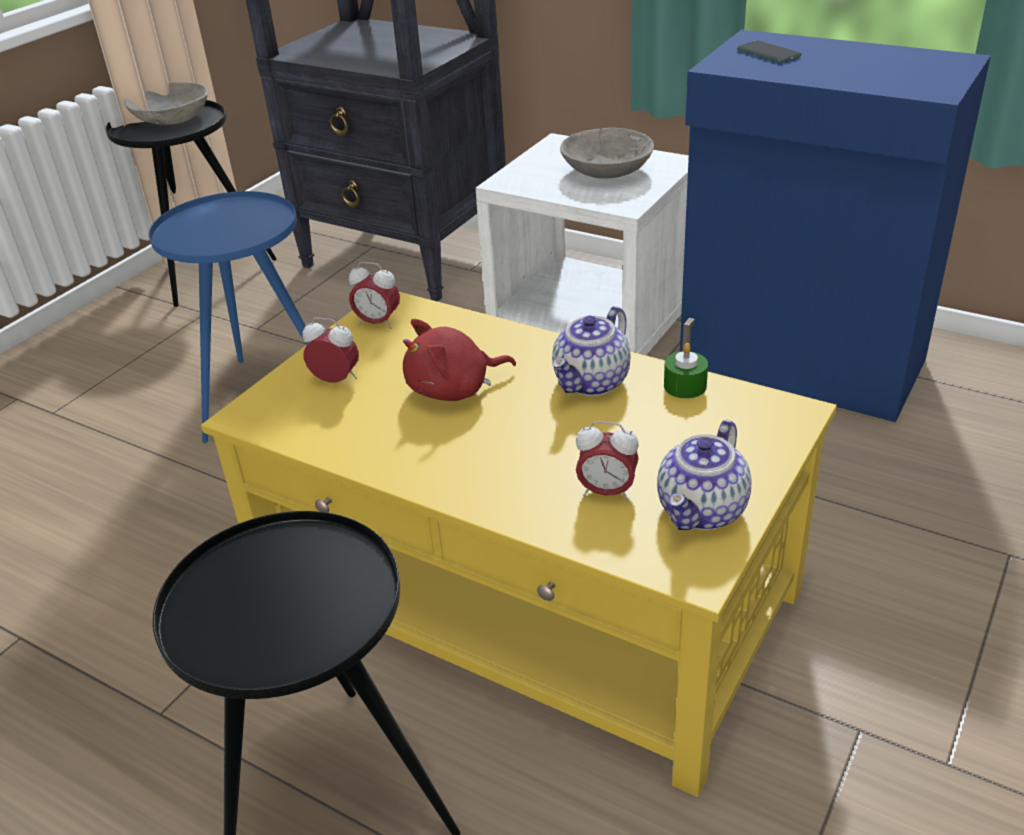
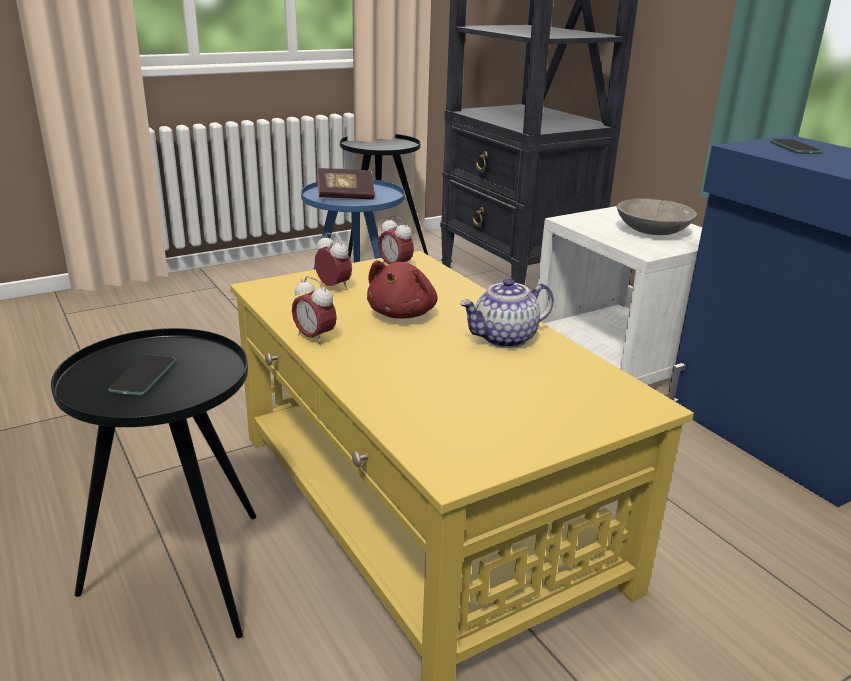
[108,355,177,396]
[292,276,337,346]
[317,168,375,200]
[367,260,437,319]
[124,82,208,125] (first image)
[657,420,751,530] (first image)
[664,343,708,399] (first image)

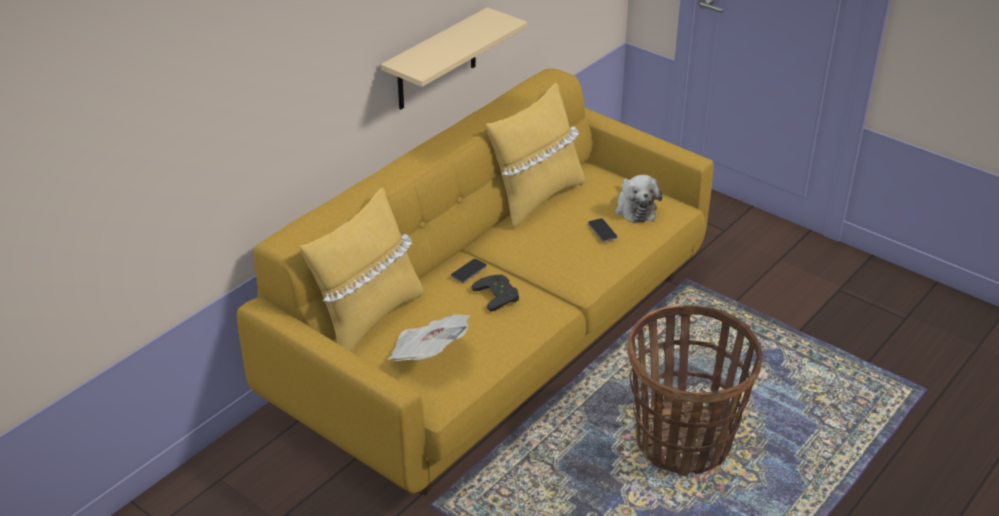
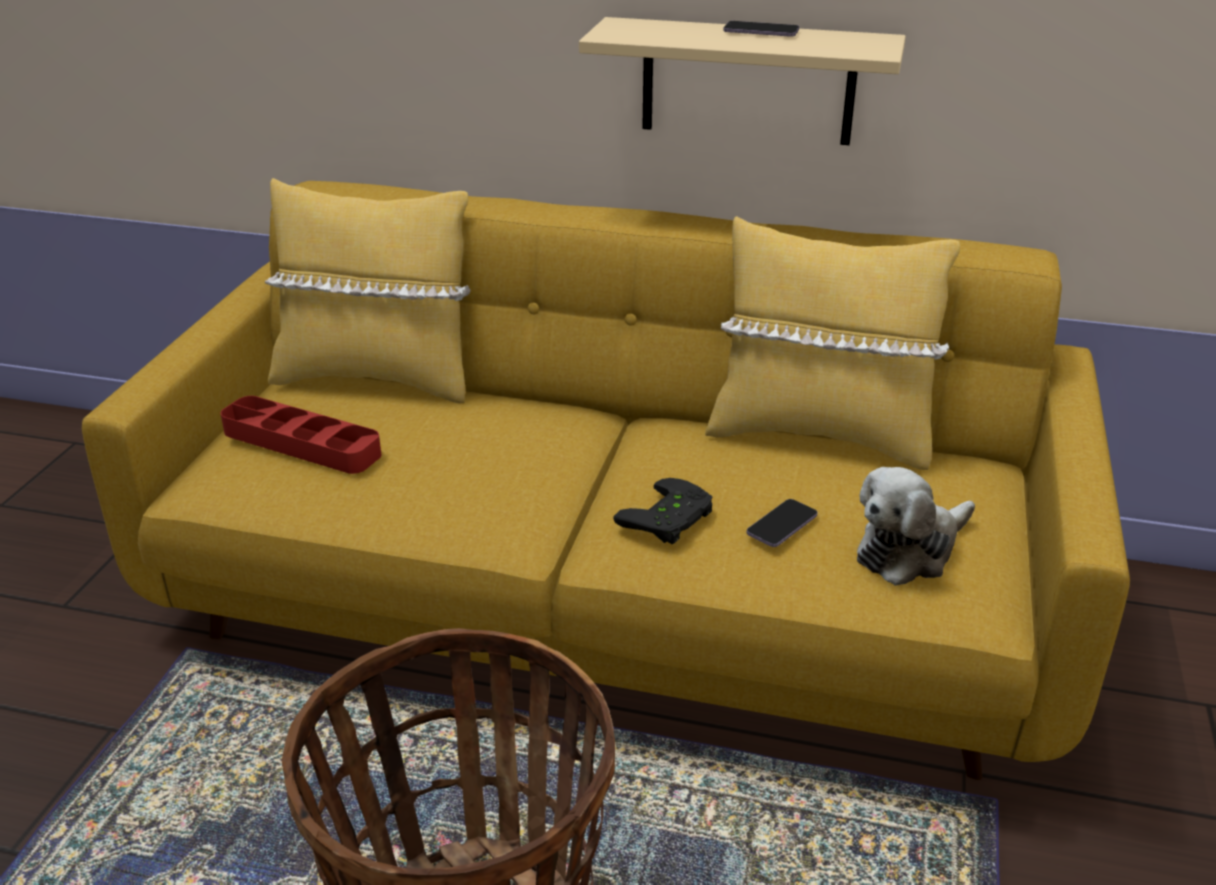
[220,396,381,474]
[613,478,712,544]
[723,21,799,36]

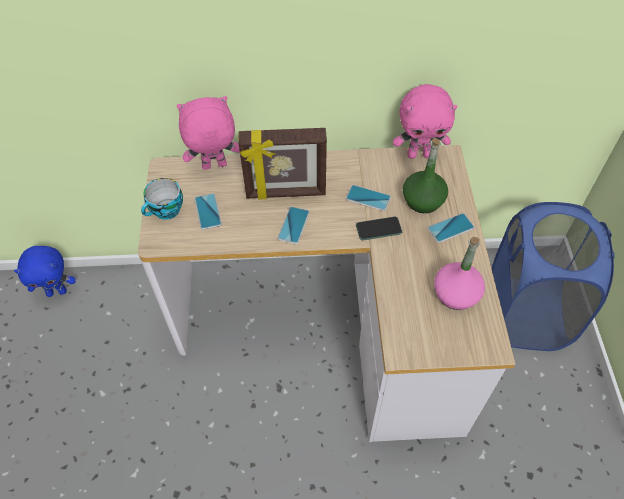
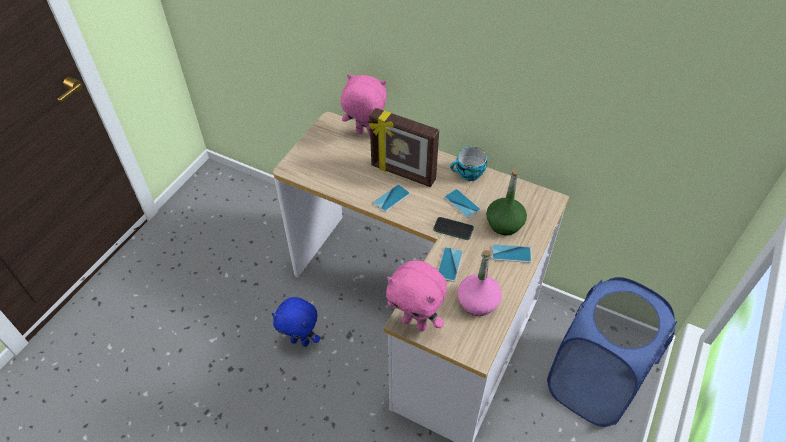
[272,297,320,347]
[386,260,447,331]
[438,247,463,282]
[450,147,487,181]

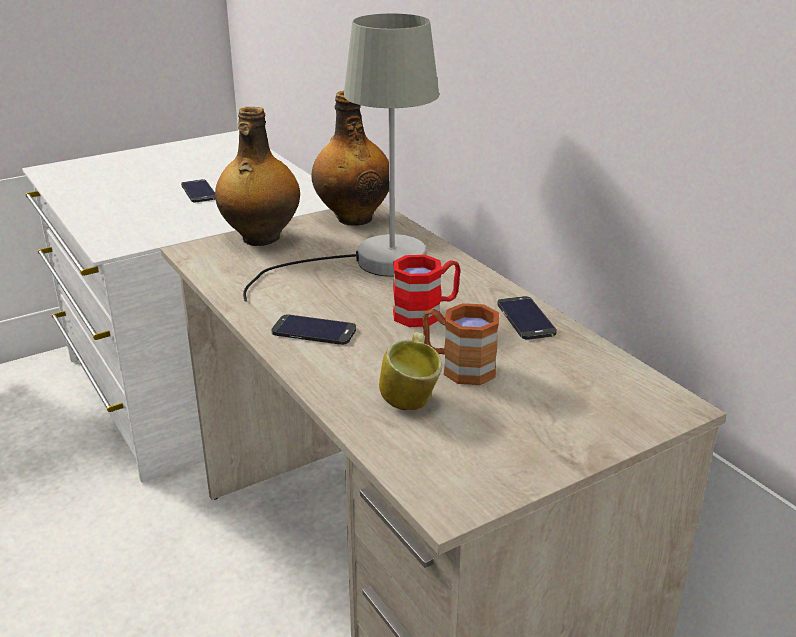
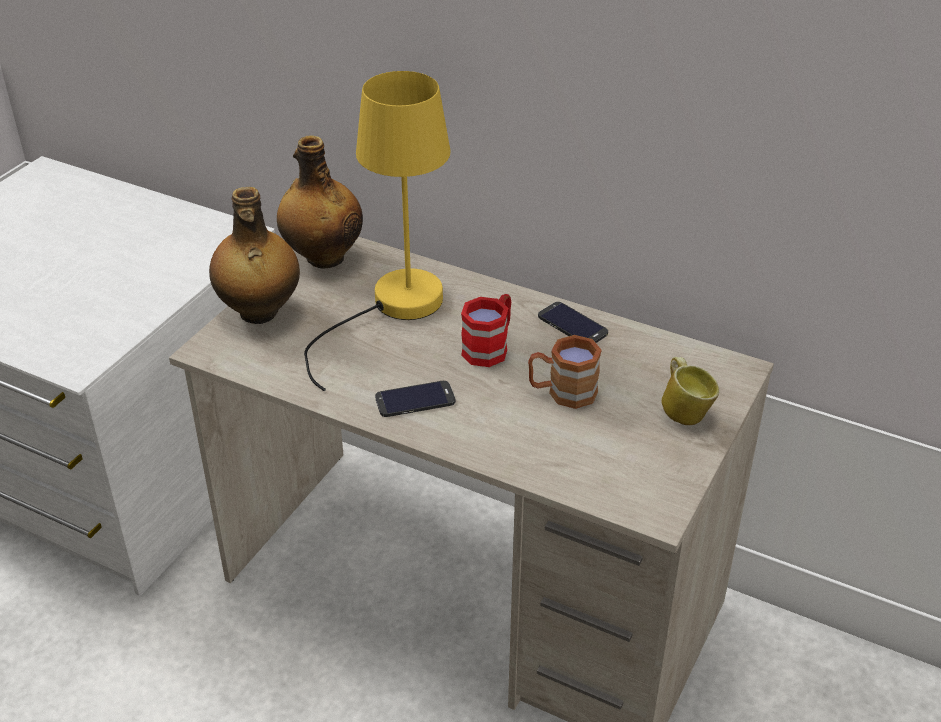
[304,71,451,391]
[661,357,719,425]
[181,179,215,202] (first image)

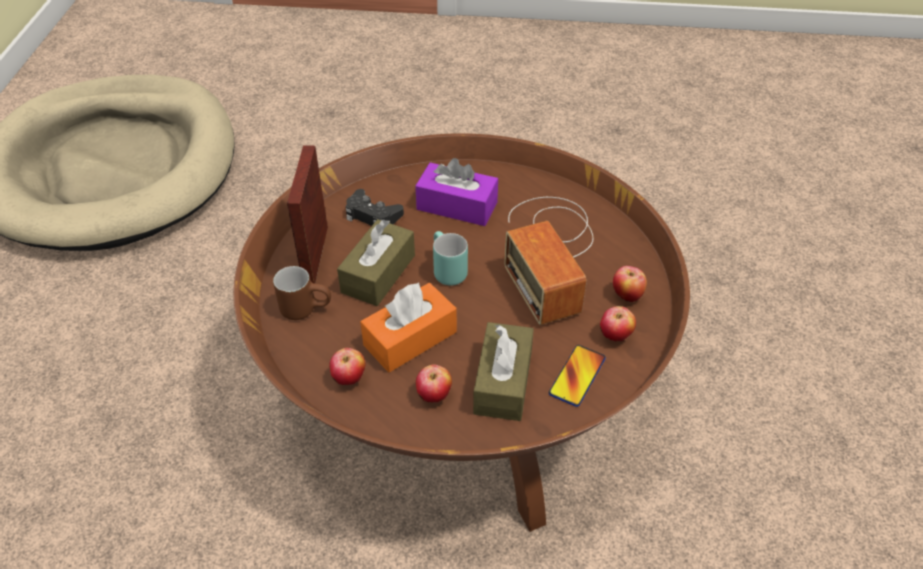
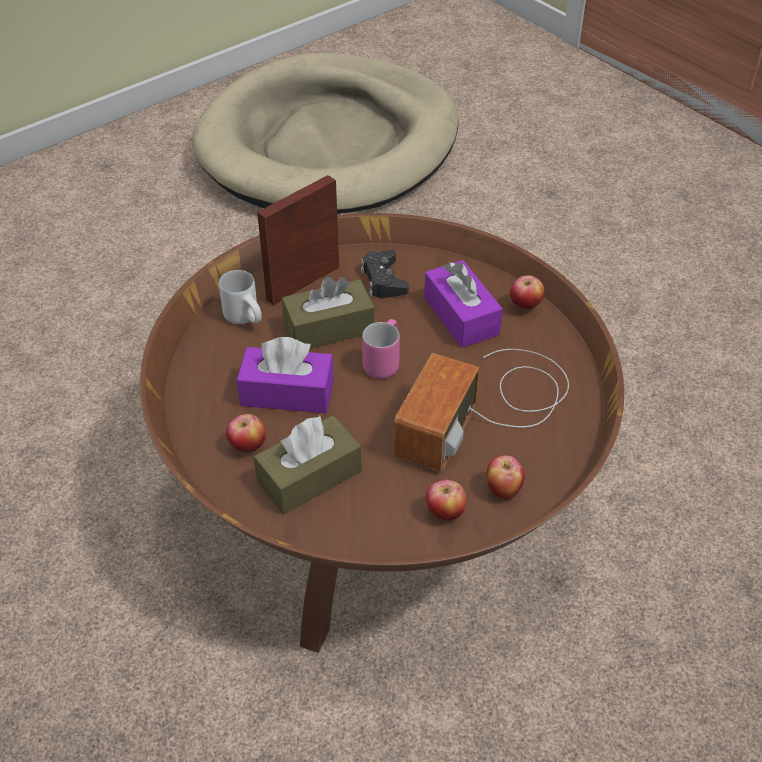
[219,270,262,324]
[237,337,334,413]
[362,319,400,379]
[510,275,545,310]
[549,345,606,407] (first image)

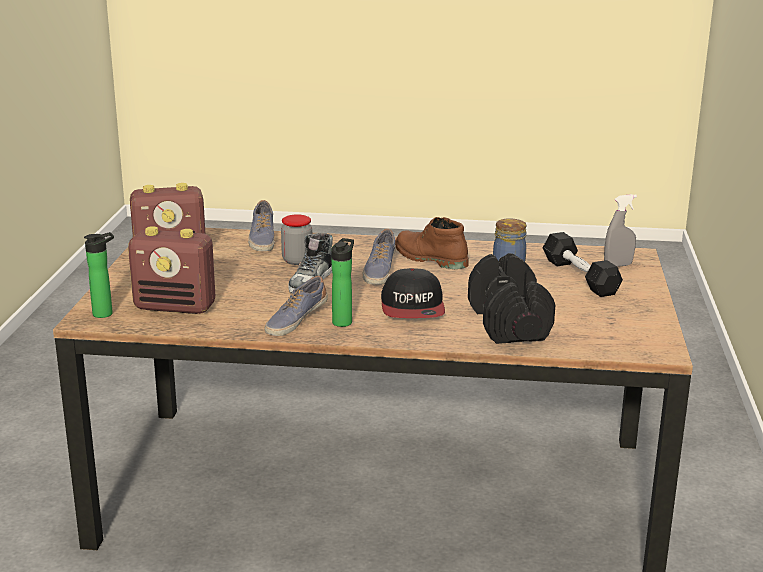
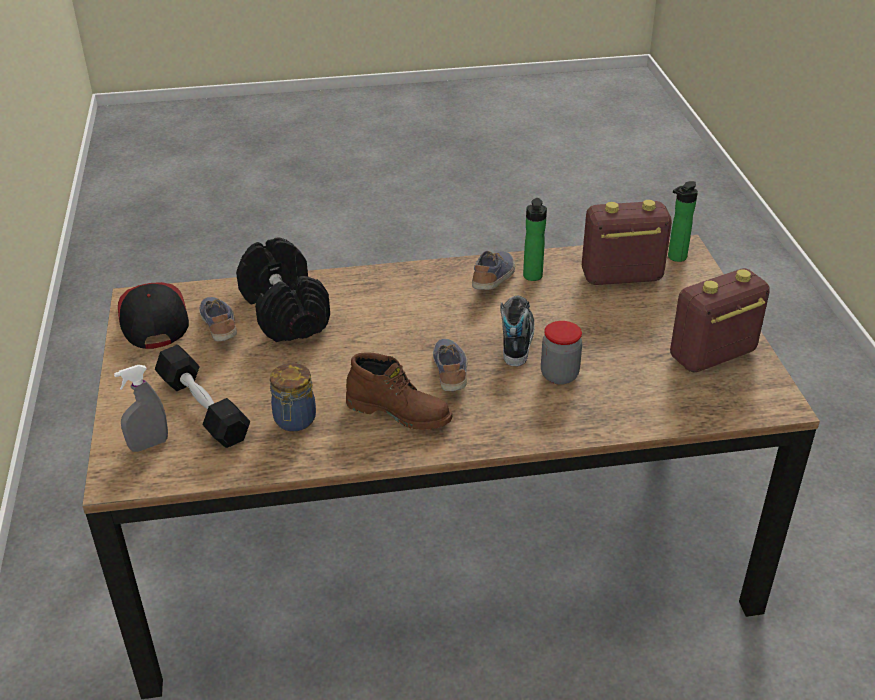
[118,282,189,349]
[199,297,237,341]
[523,198,547,281]

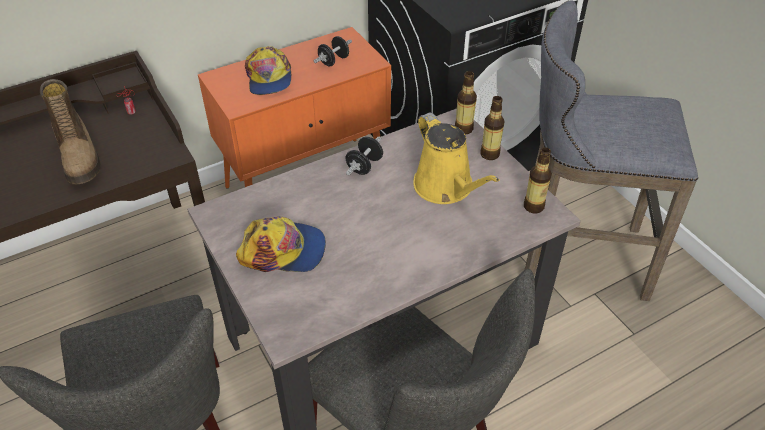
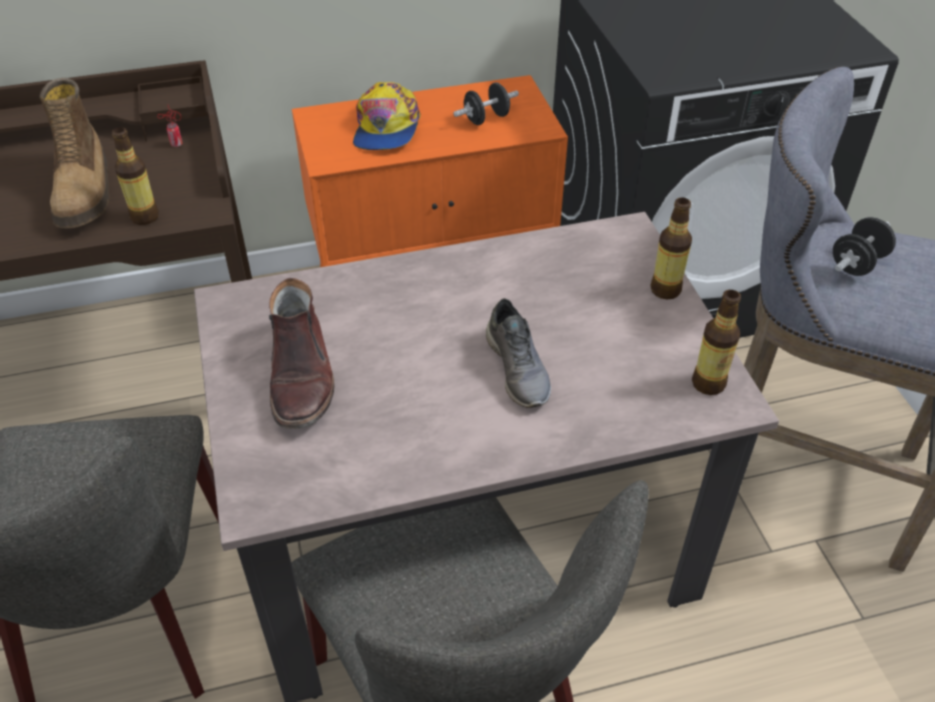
[112,127,159,225]
[269,278,334,429]
[486,298,551,408]
[833,217,896,276]
[413,113,499,204] (first image)

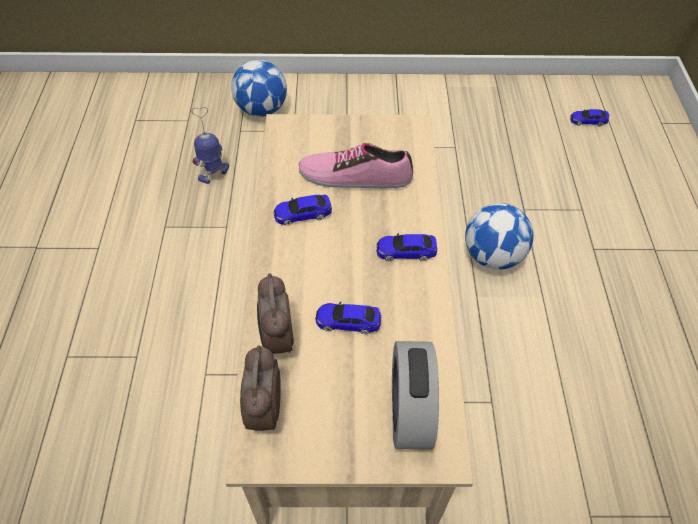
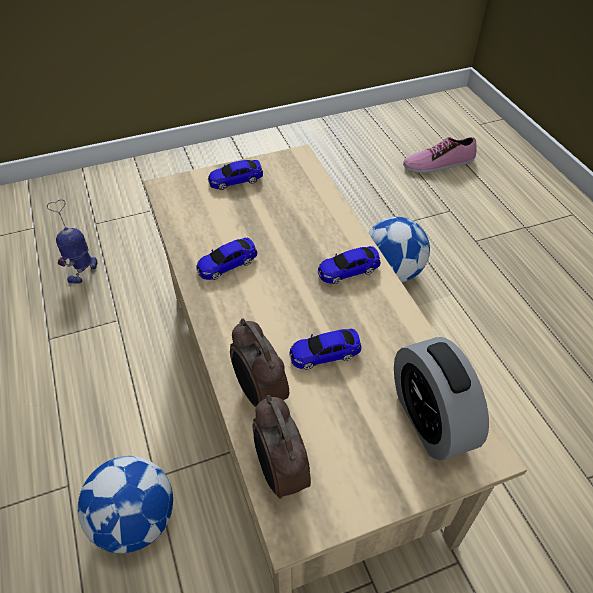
[77,456,173,553]
[208,160,263,190]
[403,137,476,173]

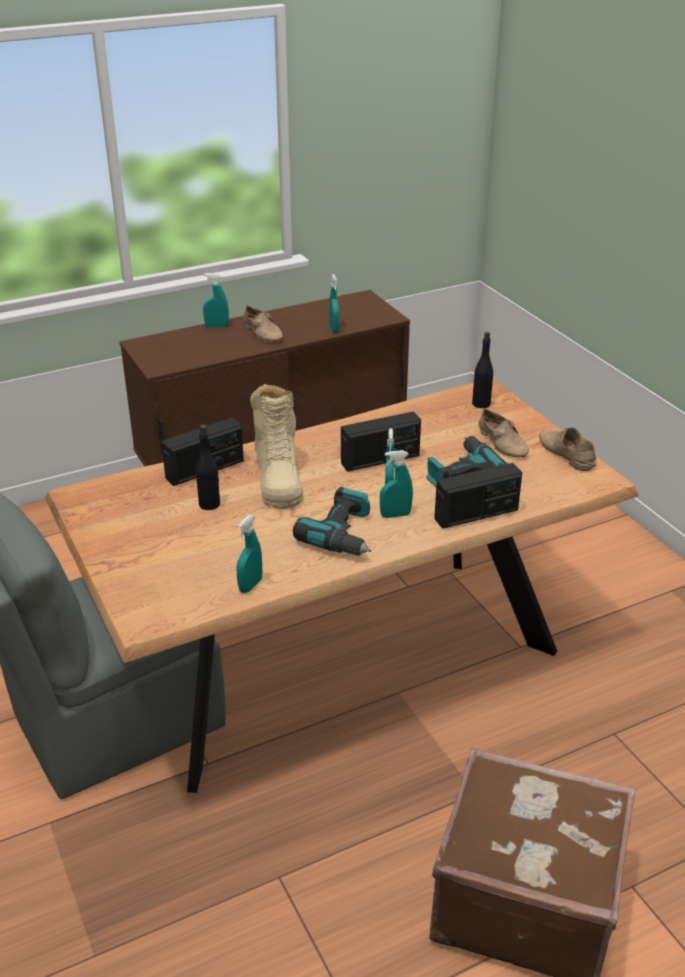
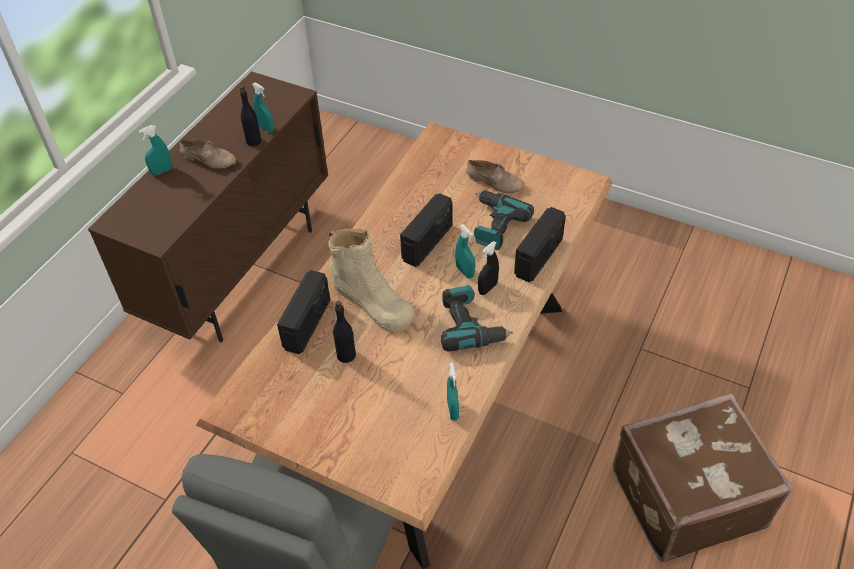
[240,86,262,146]
[478,241,499,295]
[539,427,597,471] (first image)

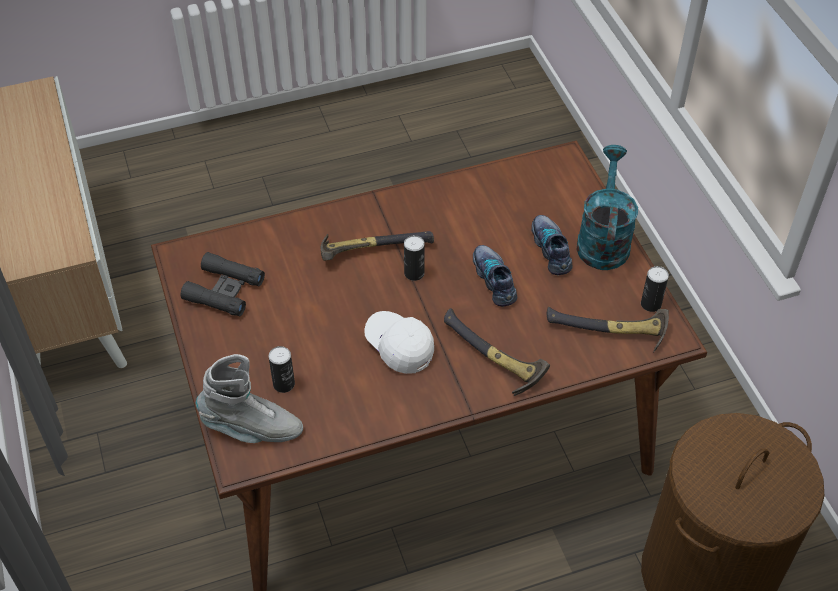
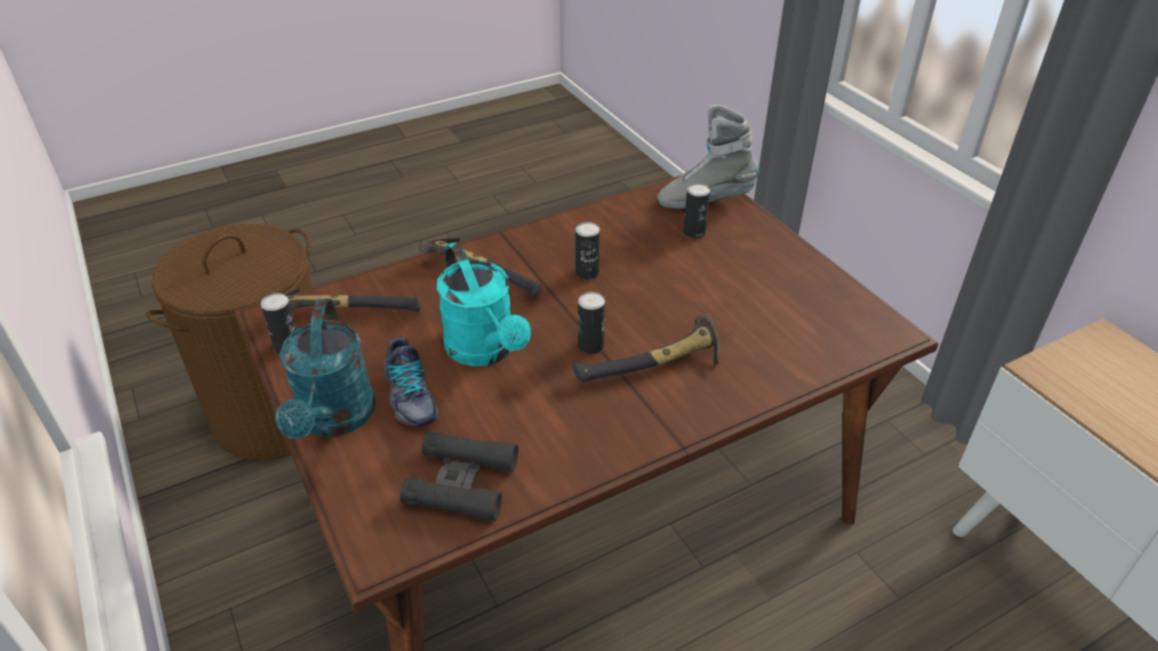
[400,432,518,521]
[437,242,531,366]
[575,222,600,280]

